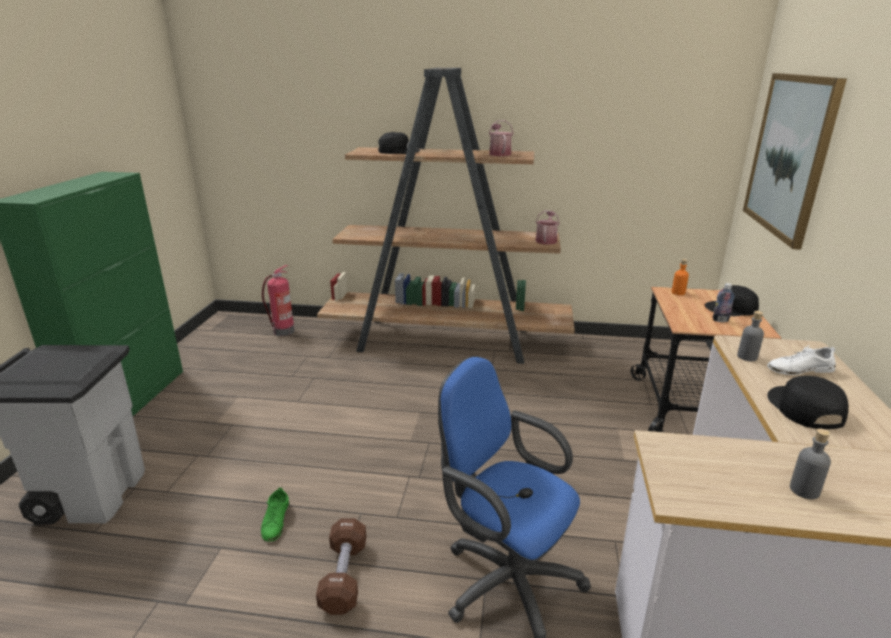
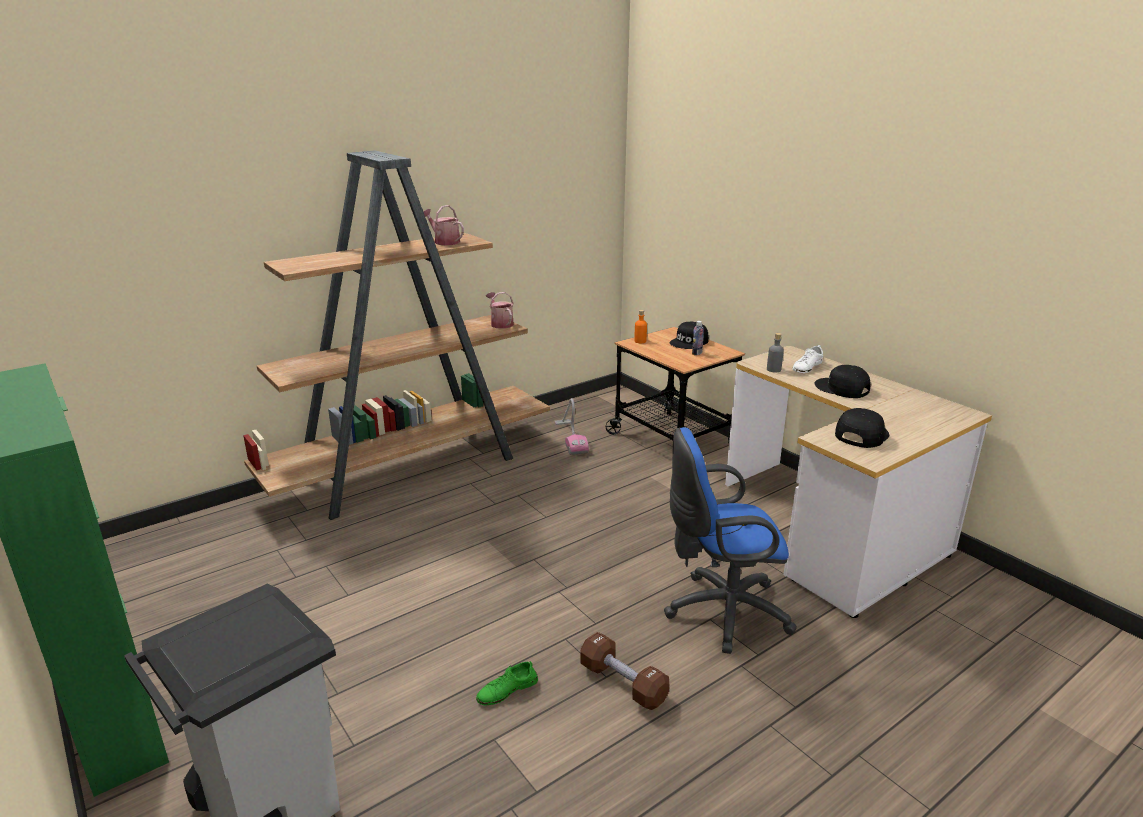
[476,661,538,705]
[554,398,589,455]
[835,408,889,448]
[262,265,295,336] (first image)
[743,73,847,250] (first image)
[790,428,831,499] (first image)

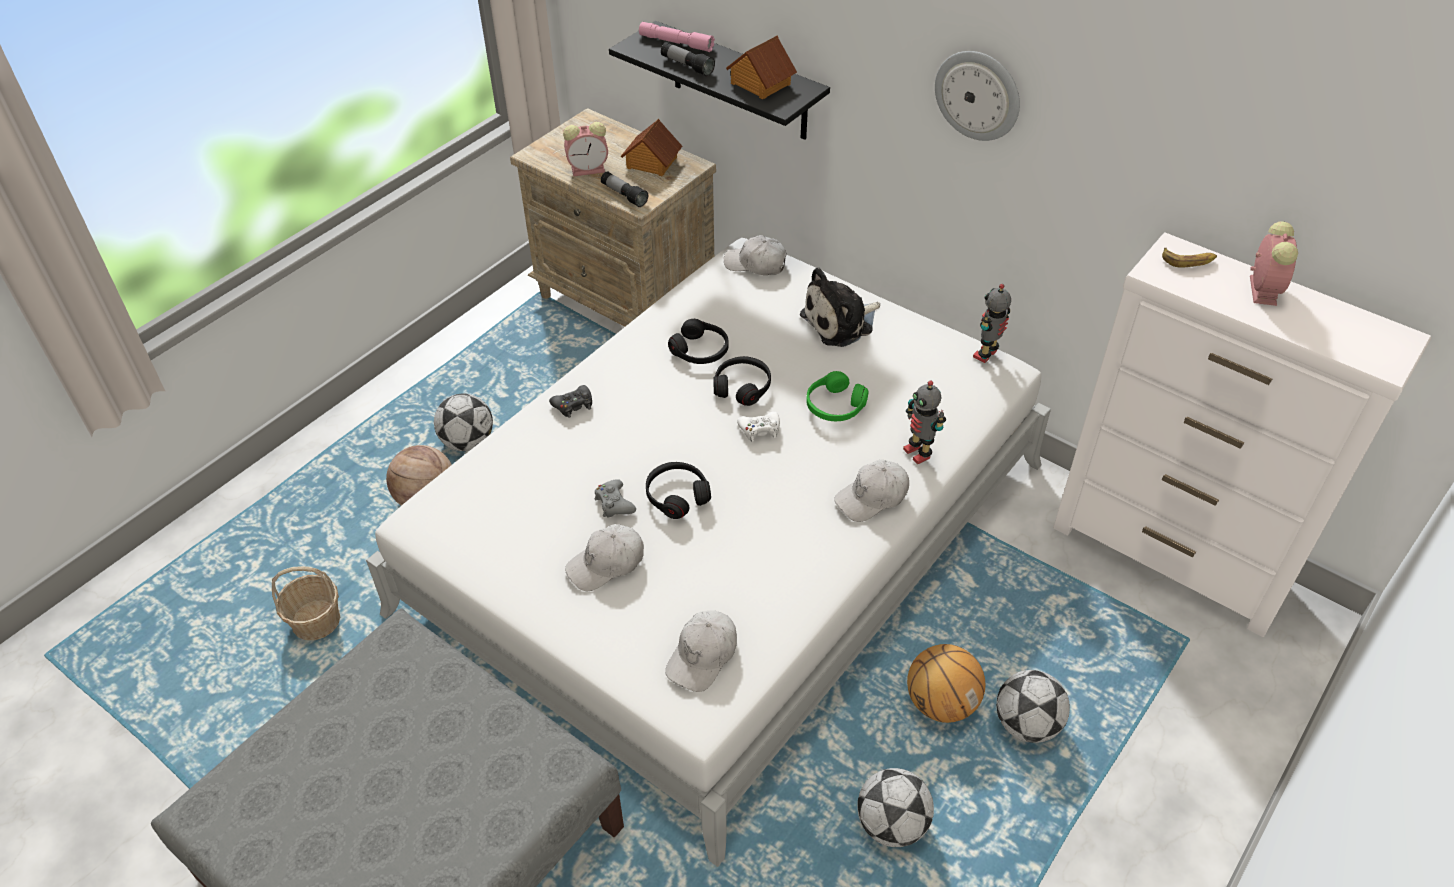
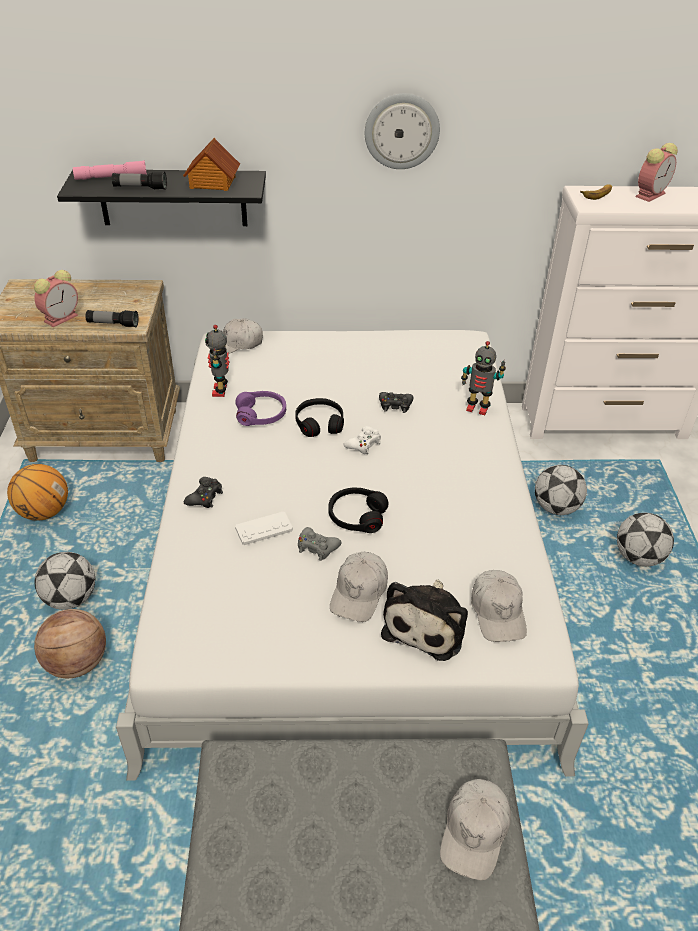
[7,464,68,521]
[205,325,230,397]
[235,391,286,426]
[235,512,293,545]
[379,392,413,413]
[381,579,468,661]
[440,779,511,880]
[535,465,587,515]
[636,143,678,202]
[272,566,340,640] (first image)
[621,119,682,176] (first image)

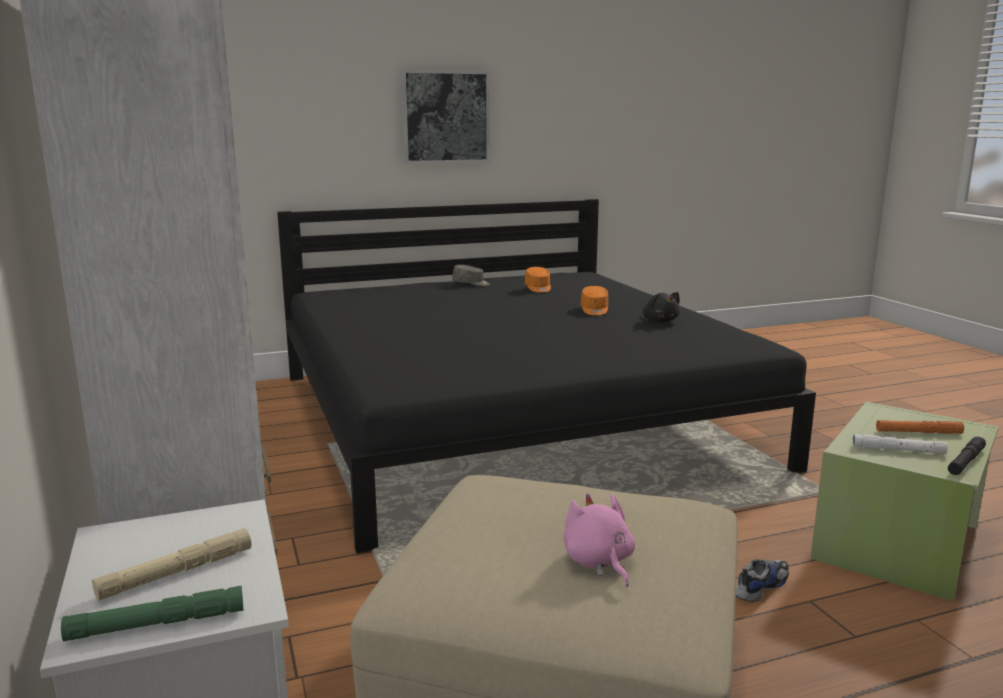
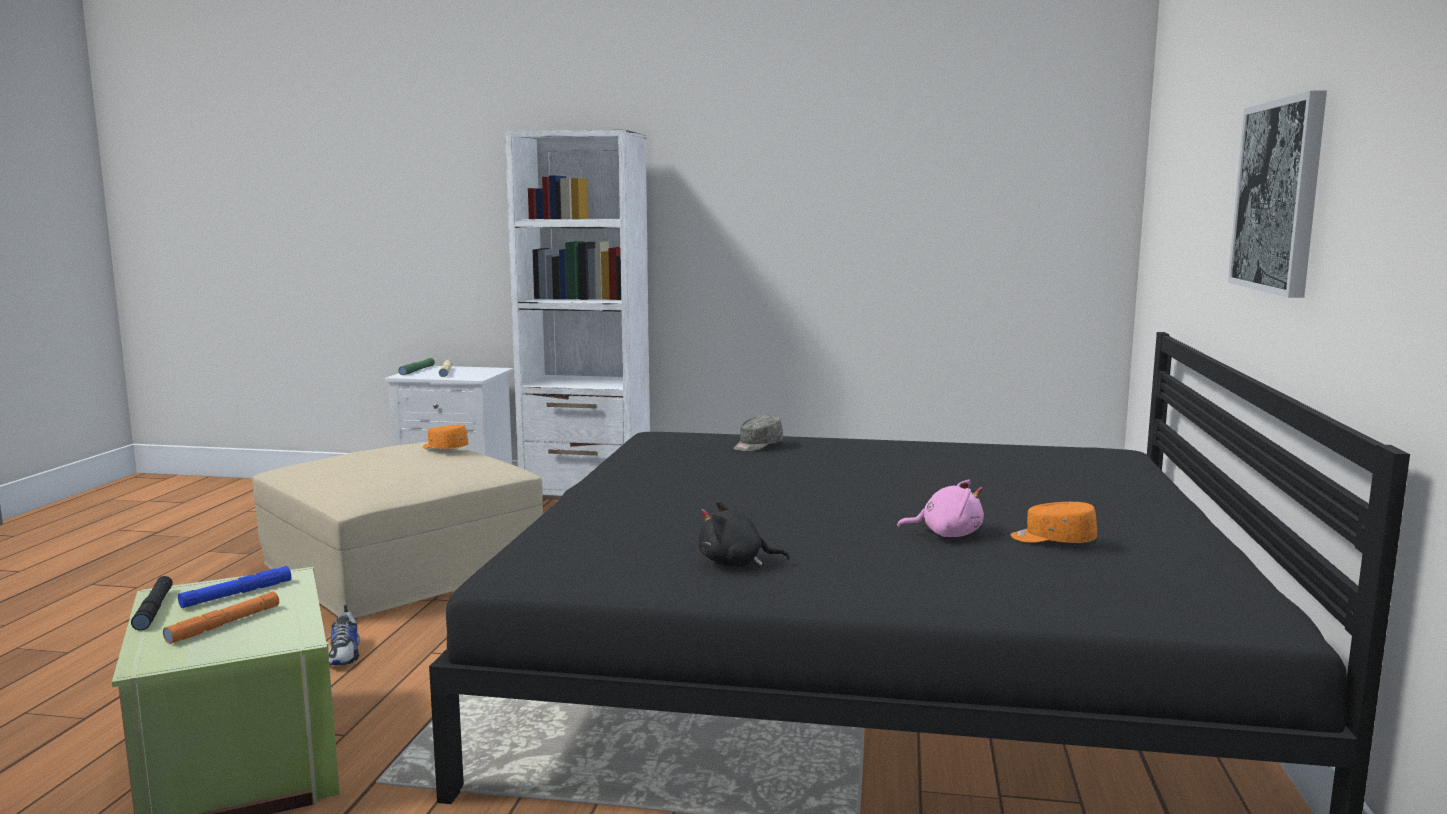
[178,566,291,608]
[423,425,469,449]
[734,415,783,452]
[897,480,984,537]

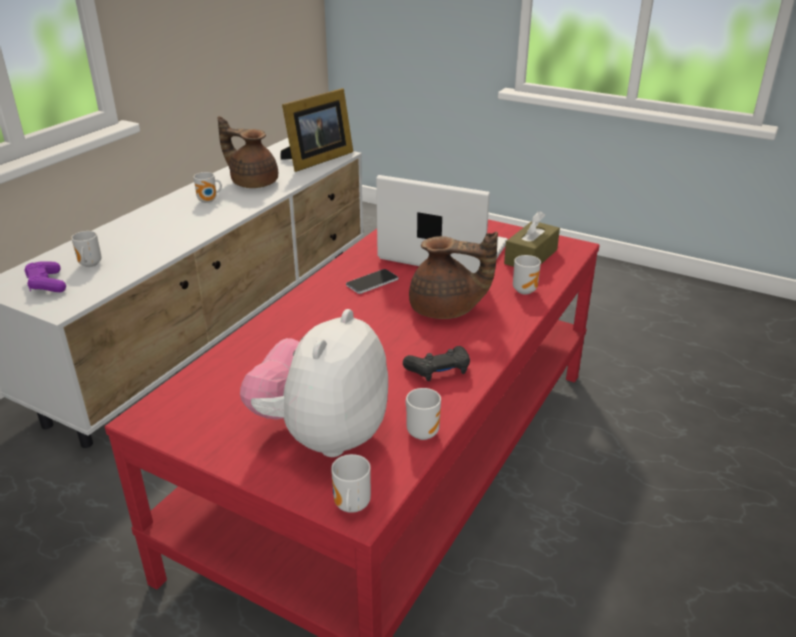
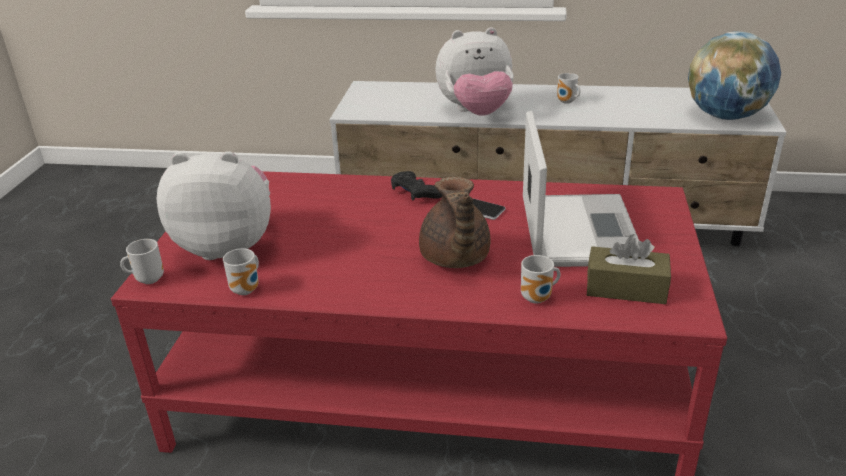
[391,171,443,201]
[435,27,514,116]
[688,31,781,120]
[24,261,66,292] (first image)
[71,231,102,267] (first image)
[218,116,278,188] (first image)

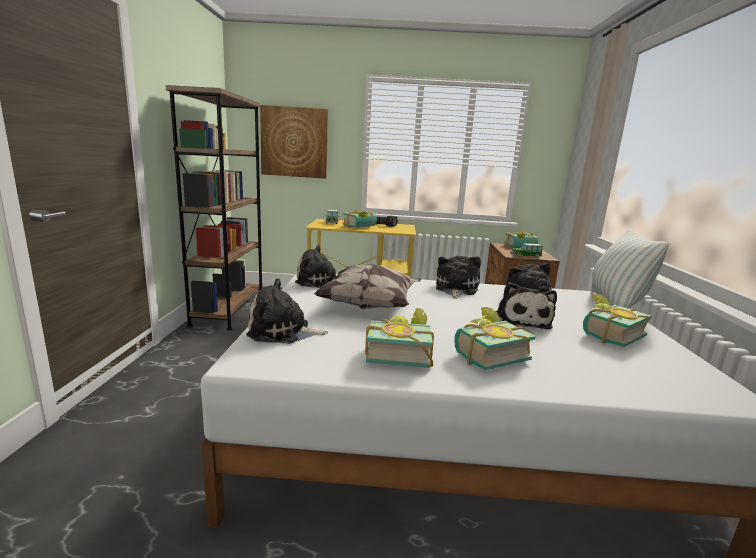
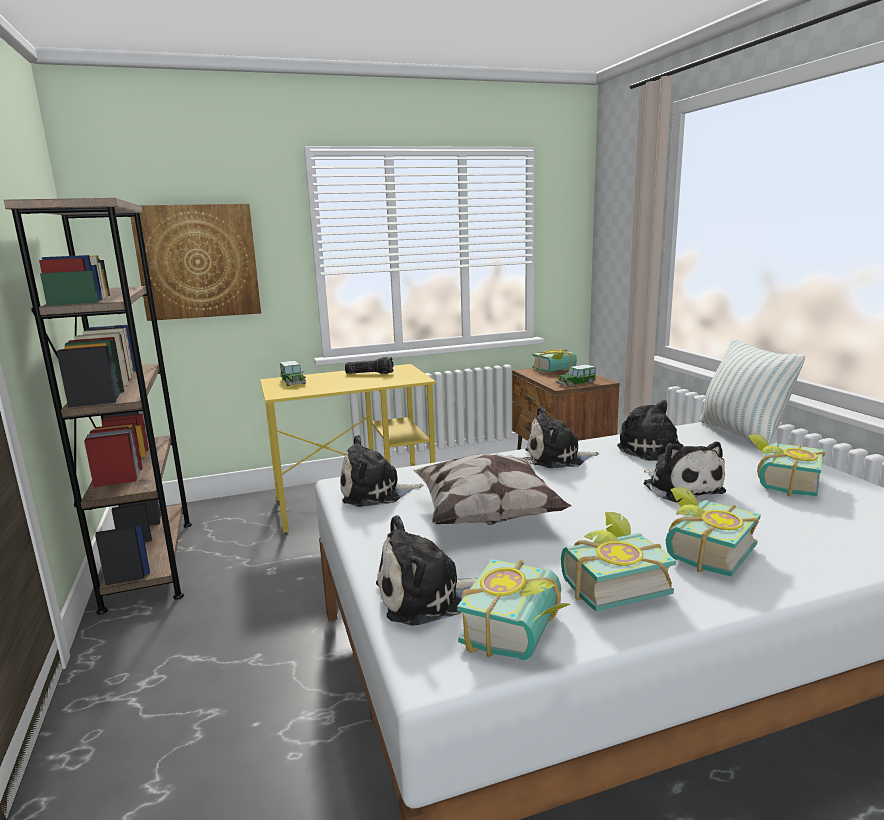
[457,559,571,660]
[525,406,599,468]

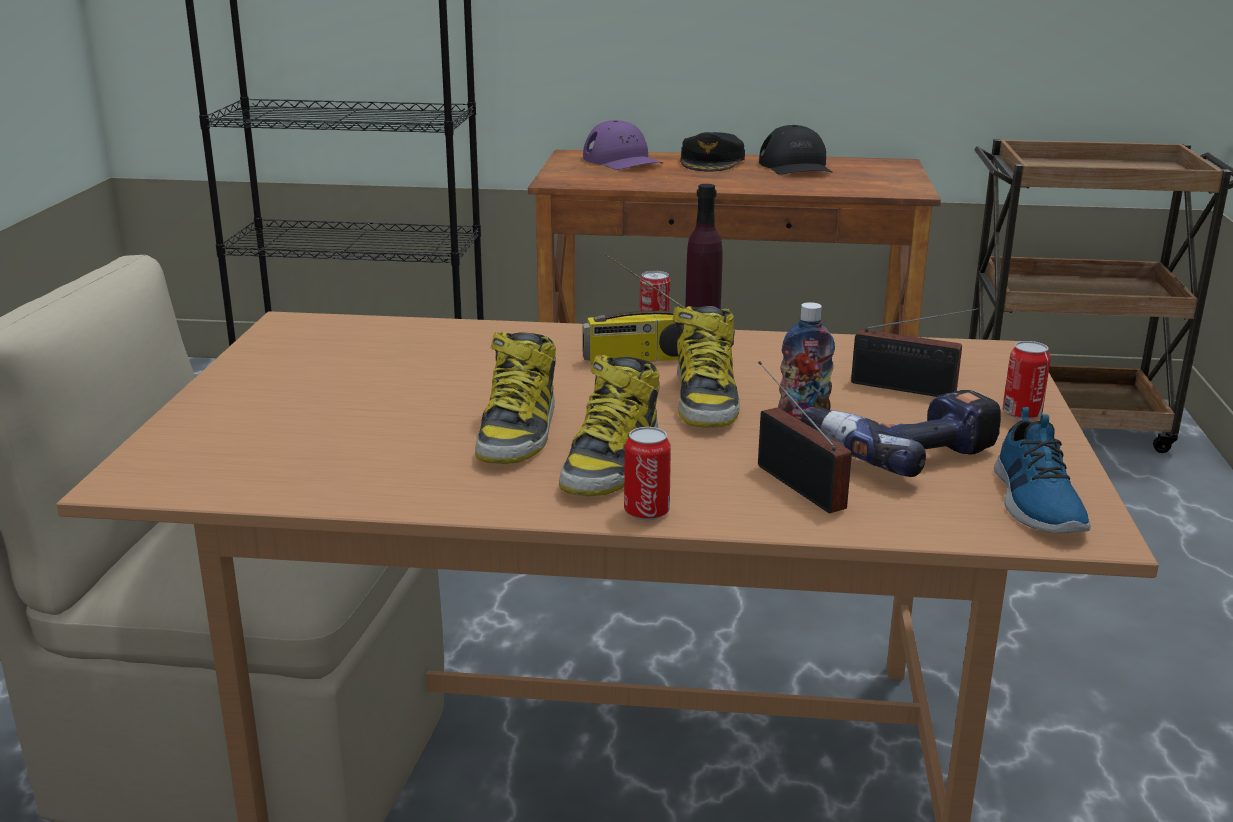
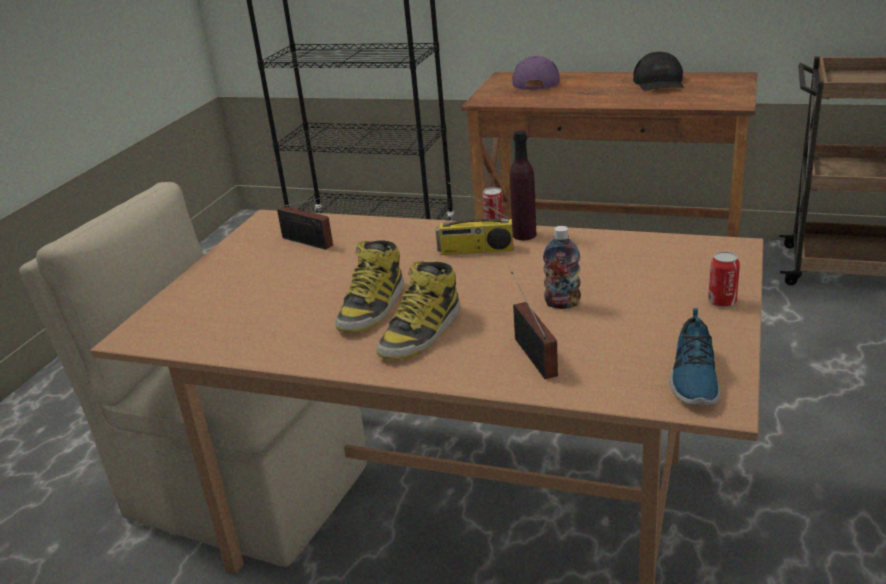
[277,196,333,250]
[512,56,559,90]
[624,427,671,520] (first image)
[672,306,740,428] (first image)
[680,132,745,171] (first image)
[801,390,1001,477] (first image)

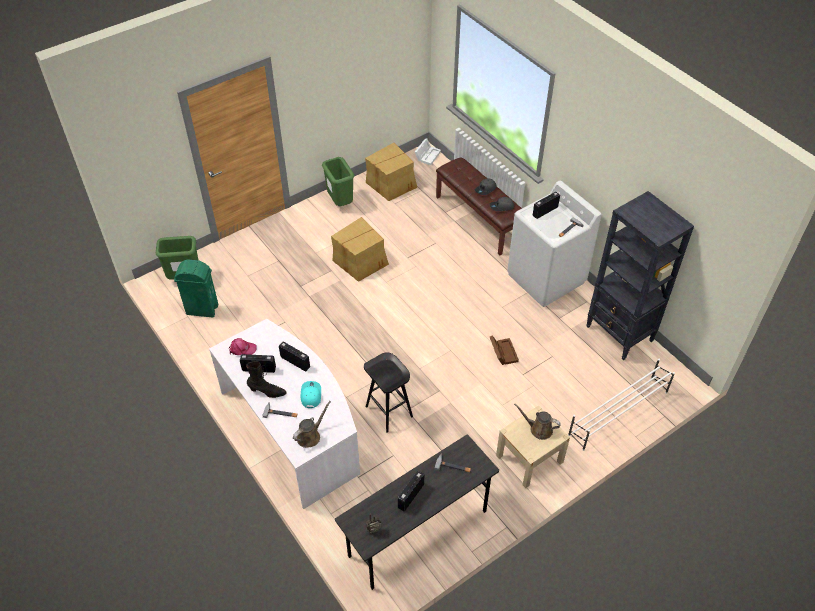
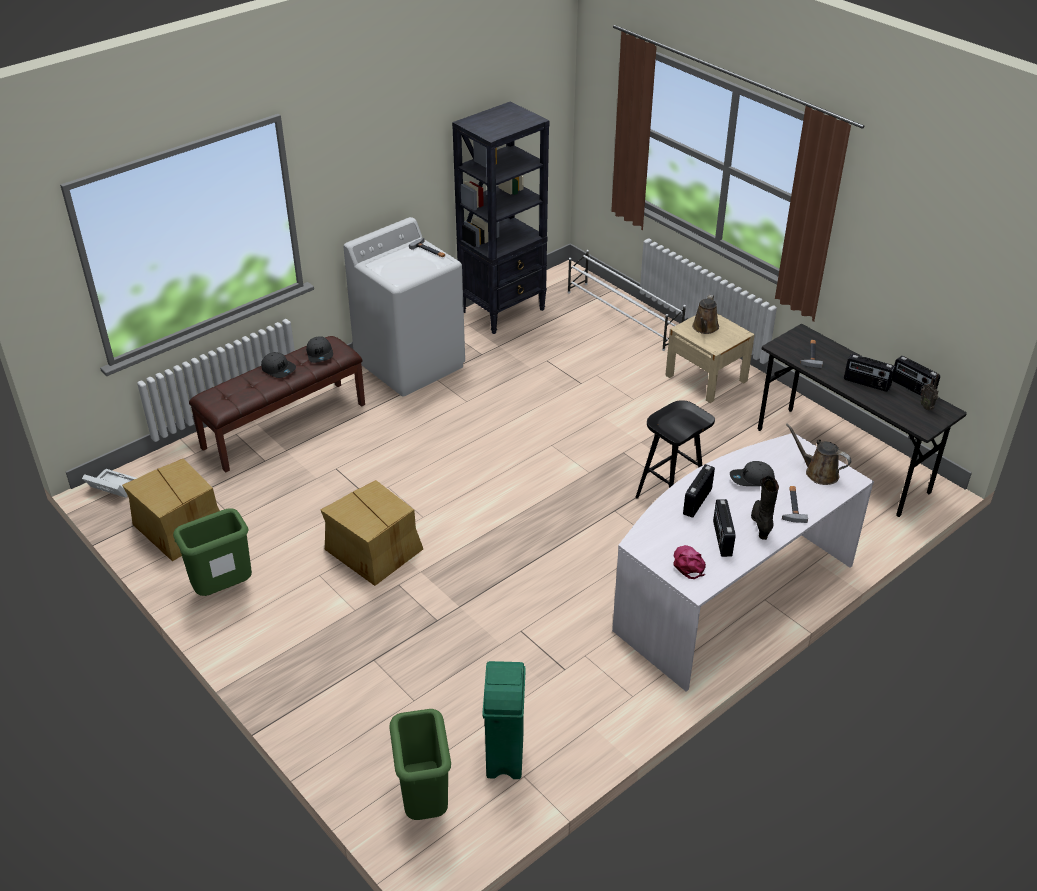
[730,461,775,486]
[892,356,940,396]
[490,335,519,365] (first image)

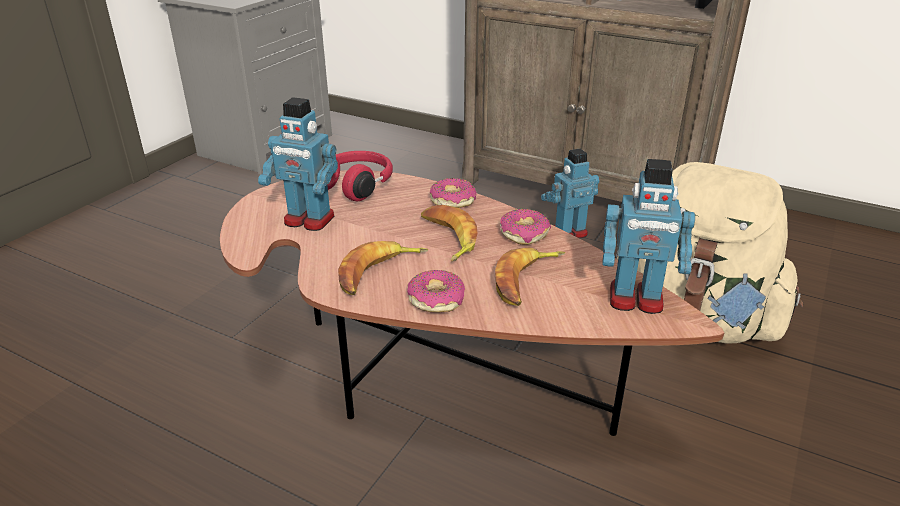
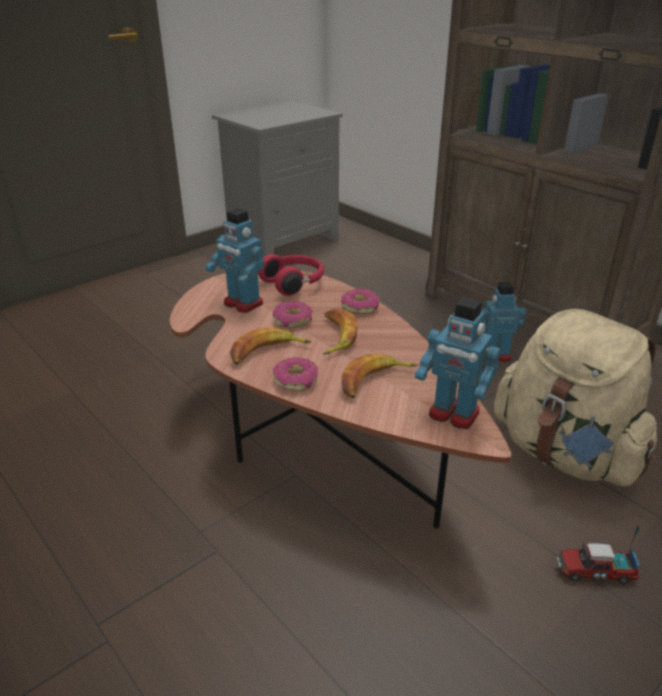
[272,301,313,329]
[556,524,640,584]

